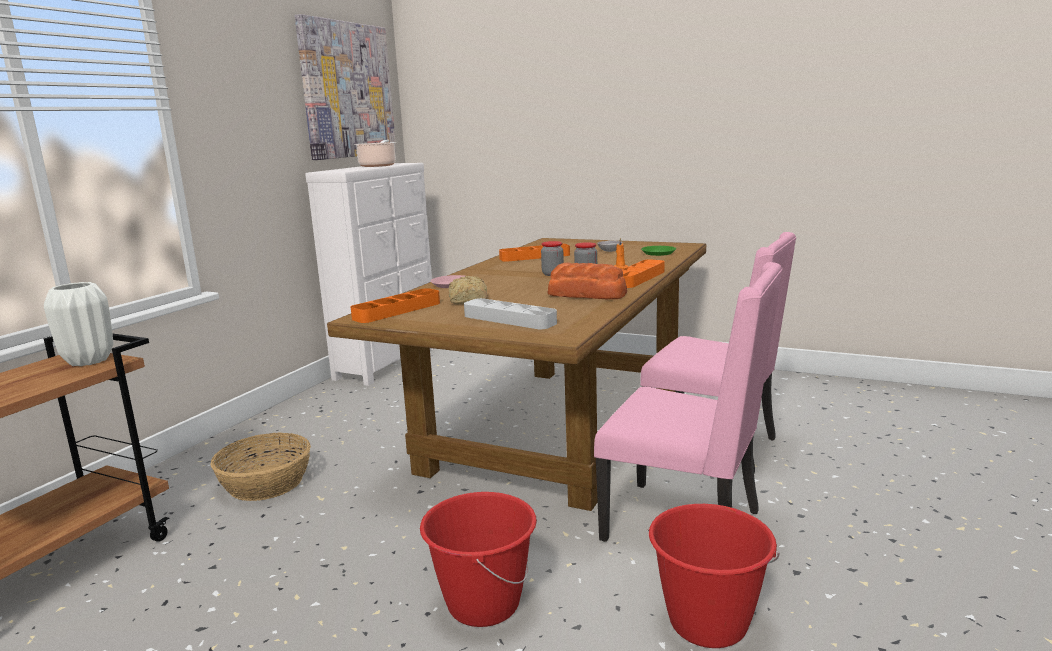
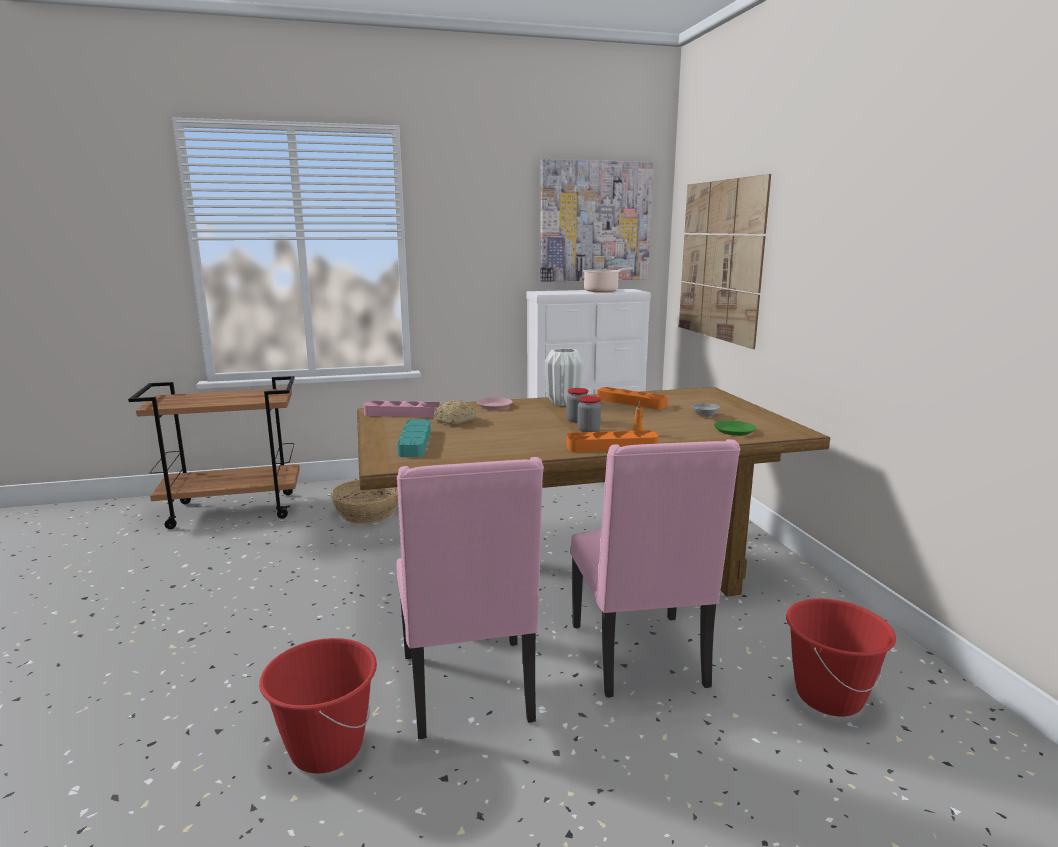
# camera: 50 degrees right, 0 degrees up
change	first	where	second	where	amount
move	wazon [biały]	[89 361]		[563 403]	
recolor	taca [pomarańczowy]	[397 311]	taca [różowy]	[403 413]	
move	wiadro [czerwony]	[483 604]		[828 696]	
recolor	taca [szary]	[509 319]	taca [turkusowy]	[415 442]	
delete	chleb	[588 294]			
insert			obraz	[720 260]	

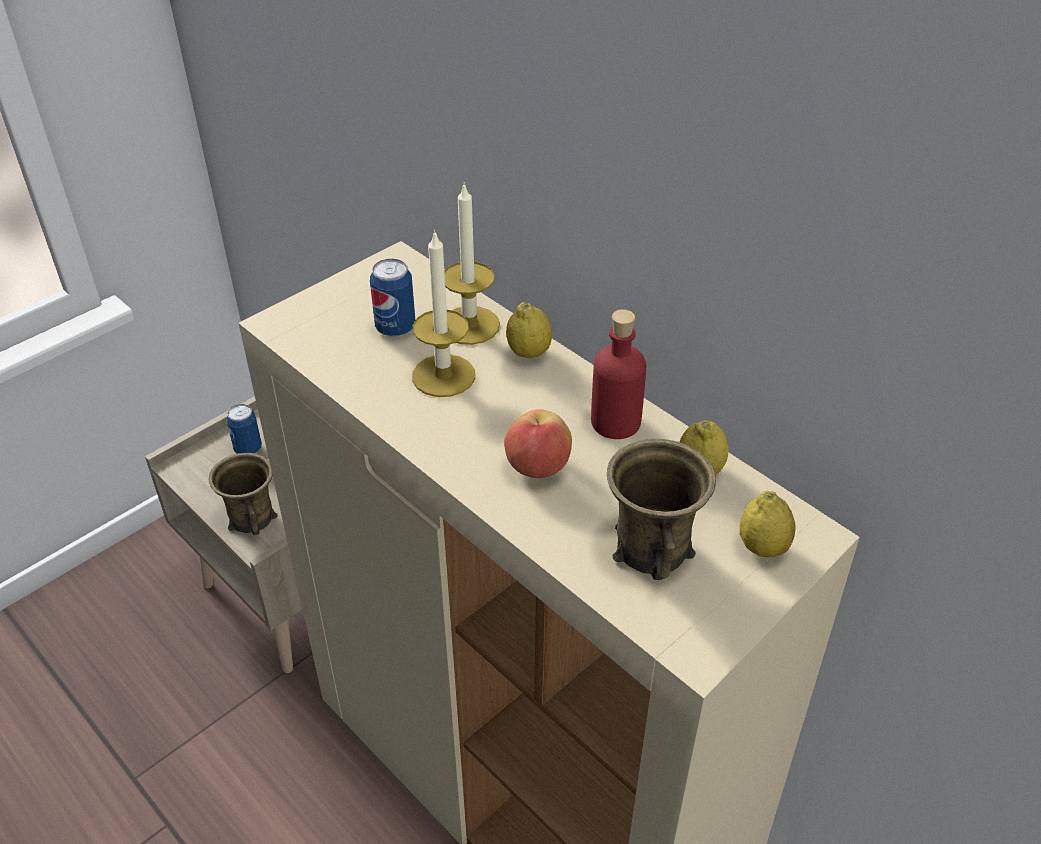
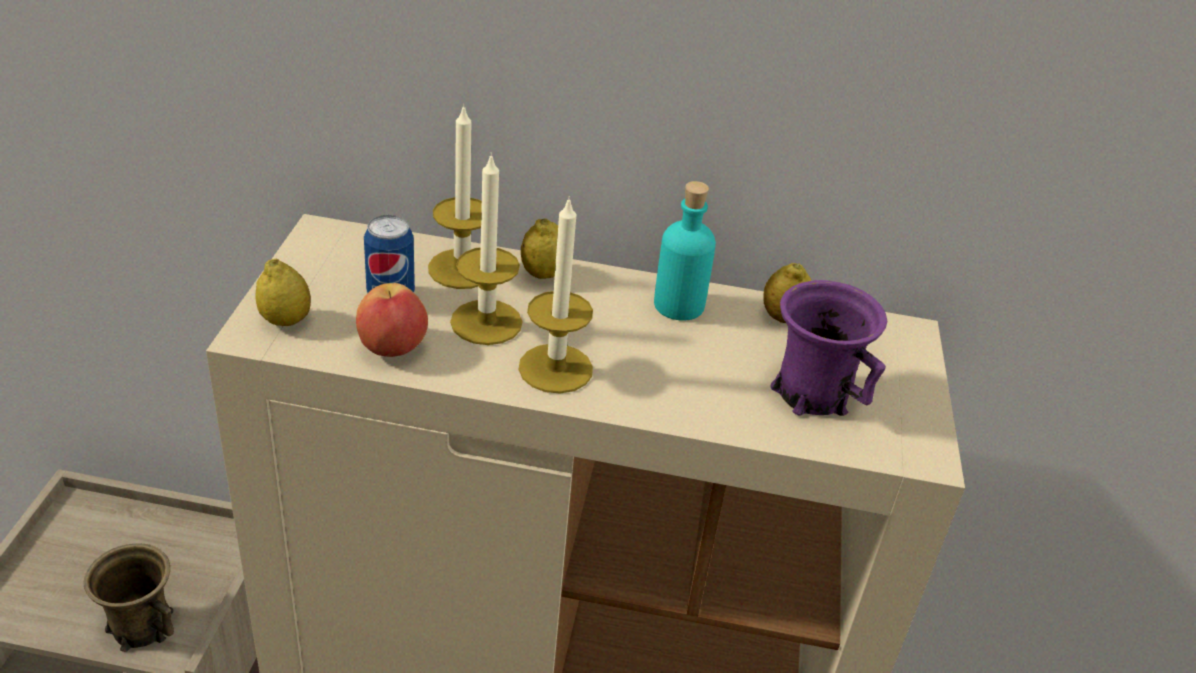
# camera: 40 degrees left, 5 degrees down
change	first	where	second	where	amount
delete	puszka	[248 448]			
move	jabłko	[538 467]		[392 347]	
recolor	butelka [czerwony]	[615 422]	butelka [turkusowy]	[678 305]	
recolor	kubek [brązowy]	[653 548]	kubek [fioletowy]	[813 392]	
move	cytryna	[762 547]		[285 320]	
insert			świeca	[555 368]	

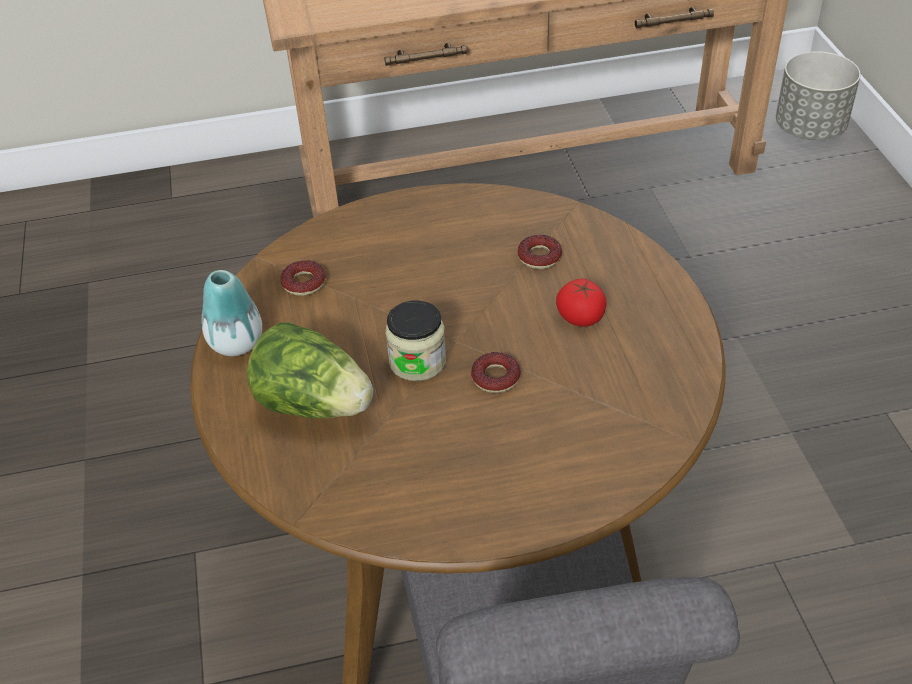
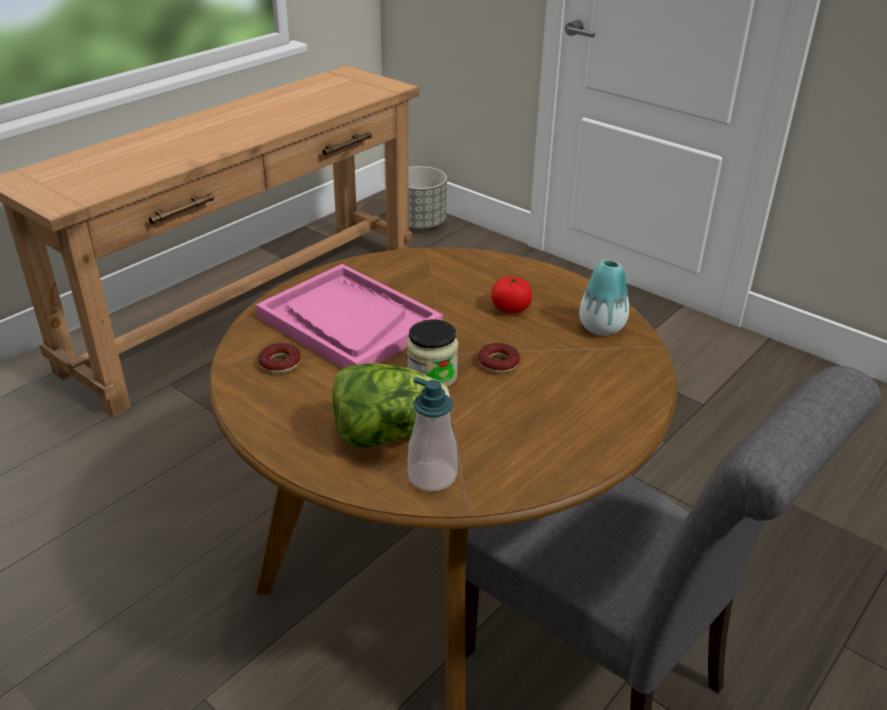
# camera: 40 degrees left, 10 degrees down
change	first	where	second	where	amount
move	wazon	[236 343]		[601 327]	
delete	donut	[539 257]			
insert			taca [różowy]	[348 322]	
insert			dozownik mydła	[432 476]	

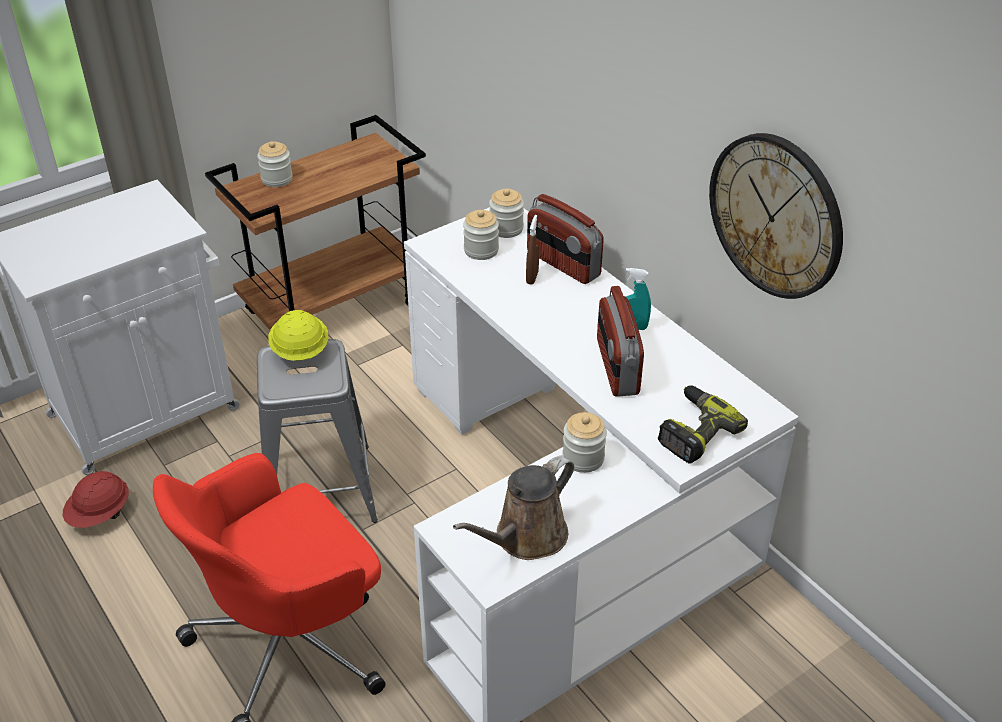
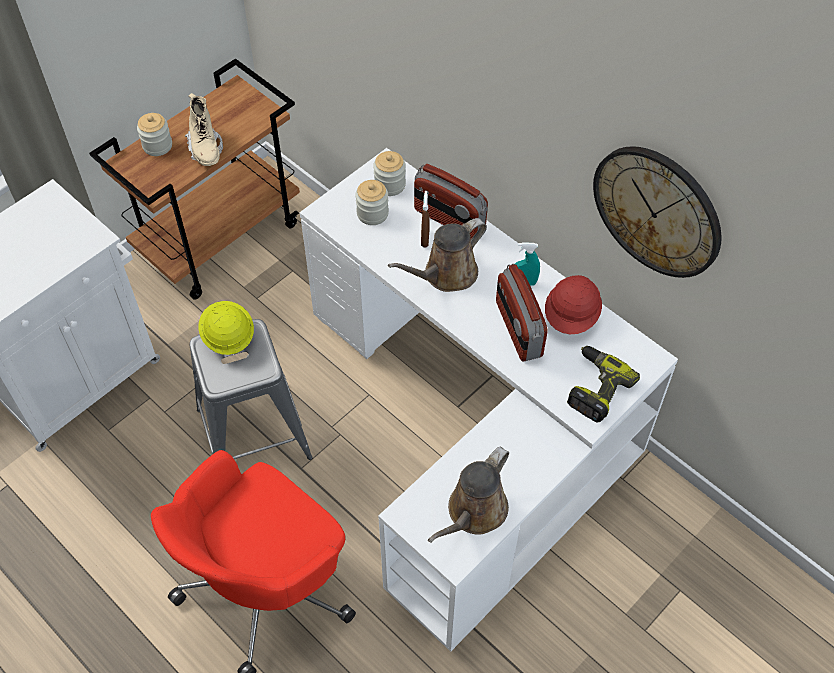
# camera: 10 degrees left, 15 degrees up
change	first	where	second	where	amount
move	kask [czerwony]	[100 514]		[571 317]	
delete	słoik	[583 458]			
insert			but z cholewką [beżowy]	[206 149]	
insert			konewka [brązowy]	[446 274]	

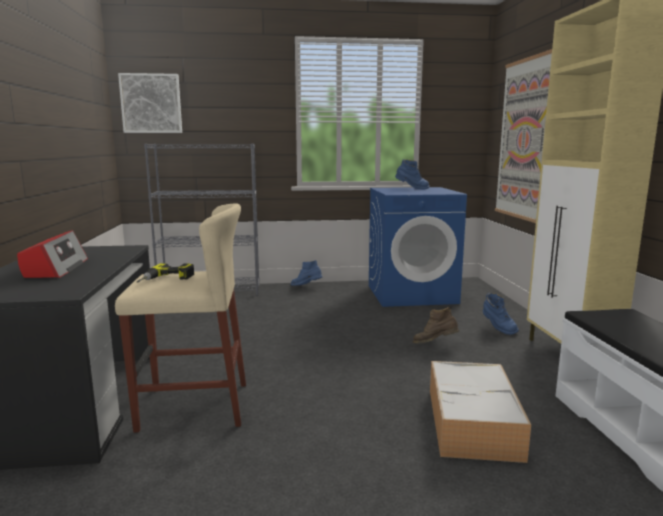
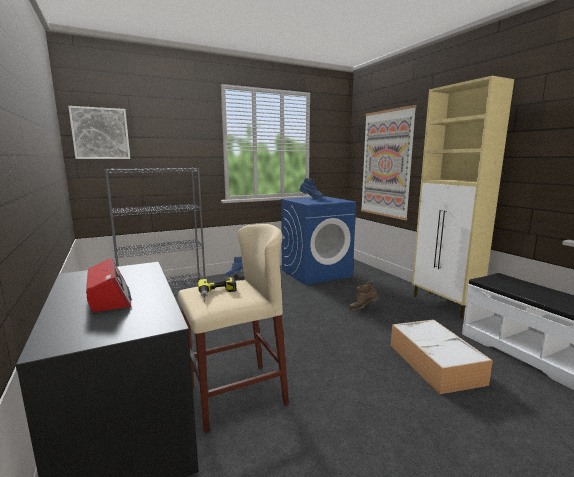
# camera: 20 degrees left, 0 degrees up
change	first	where	second	where	amount
delete	but z cholewką [niebieski]	[498 328]			

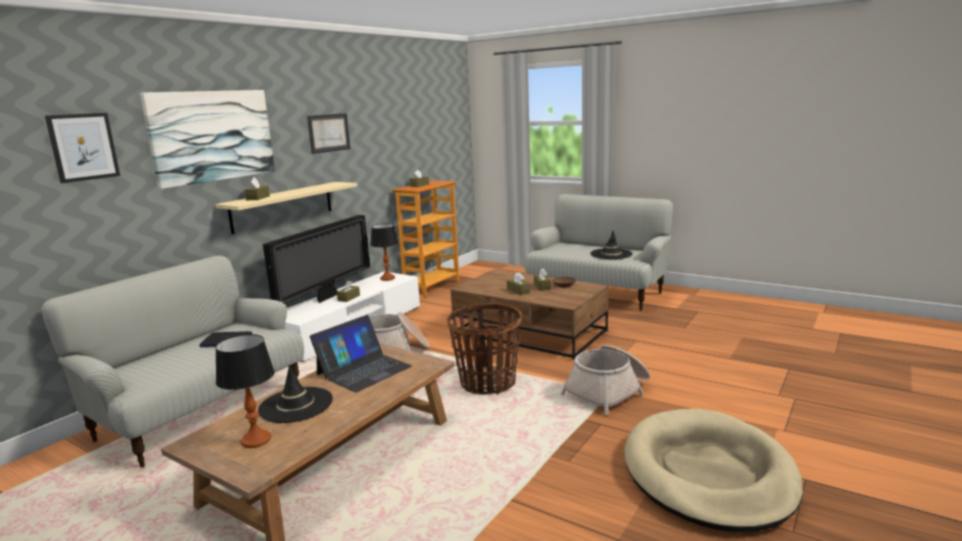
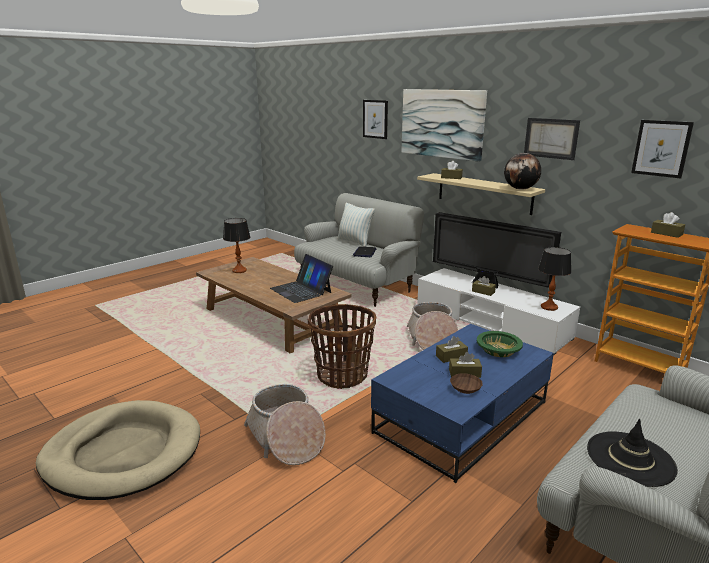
# camera: 100 degrees right, 5 degrees up
change	first	where	second	where	amount
delete	kapelusz [czarny]	[296 405]			
recolor	ława [brązowy]	[531 332]	ława [niebieski]	[462 418]	
insert			poduszka	[355 242]	
insert			miska [zielony]	[498 350]	
insert			globus	[520 189]	
insert			obraz	[661 148]	

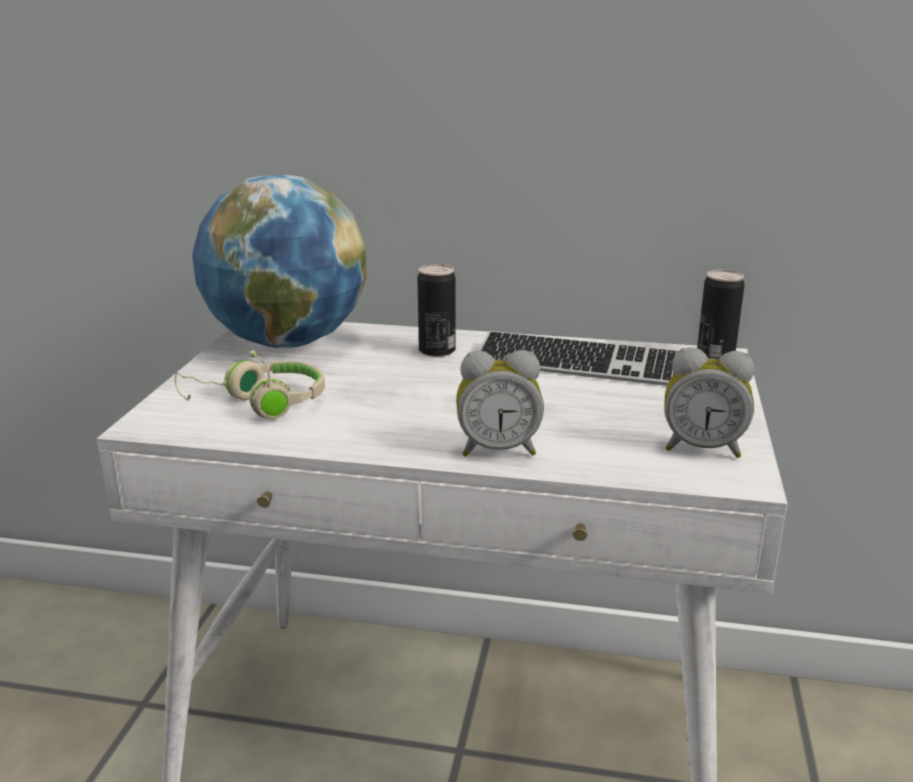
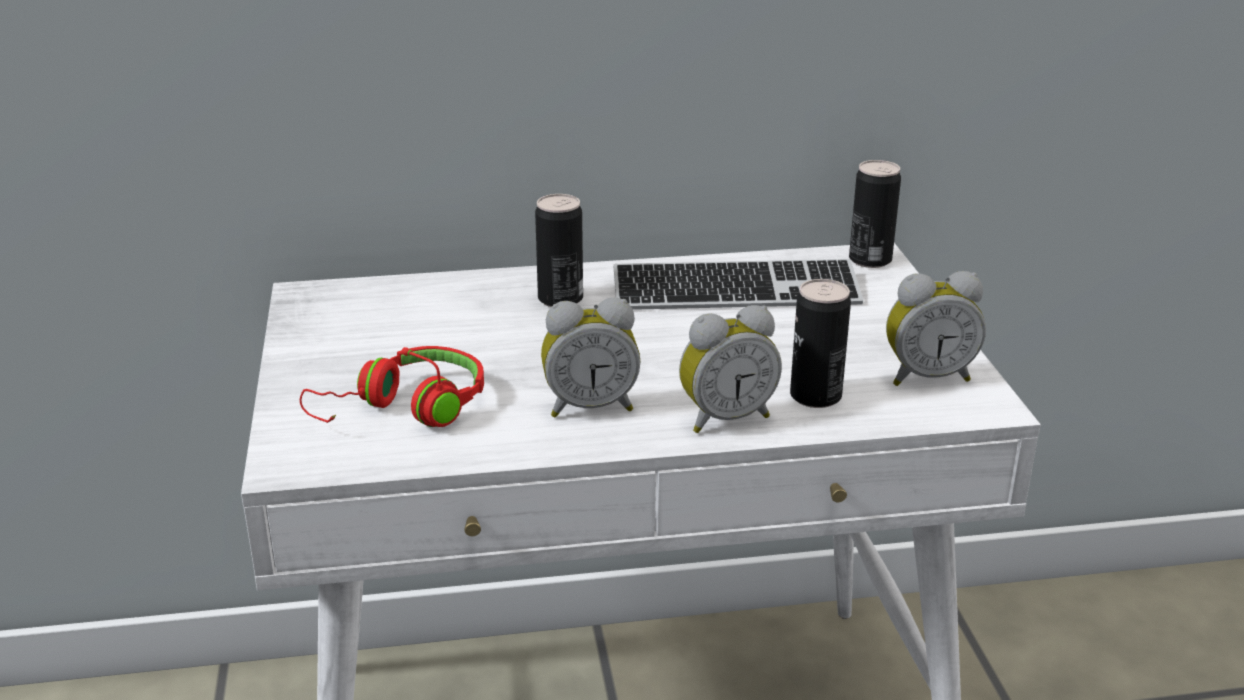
# camera: 20 degrees left, 5 degrees up
change	first	where	second	where	amount
recolor	słuchawki [beżowy]	[258 404]	słuchawki [czerwony]	[406 409]	
delete	globus	[286 342]			
insert			budzik	[590 406]	
insert			puszka	[815 396]	

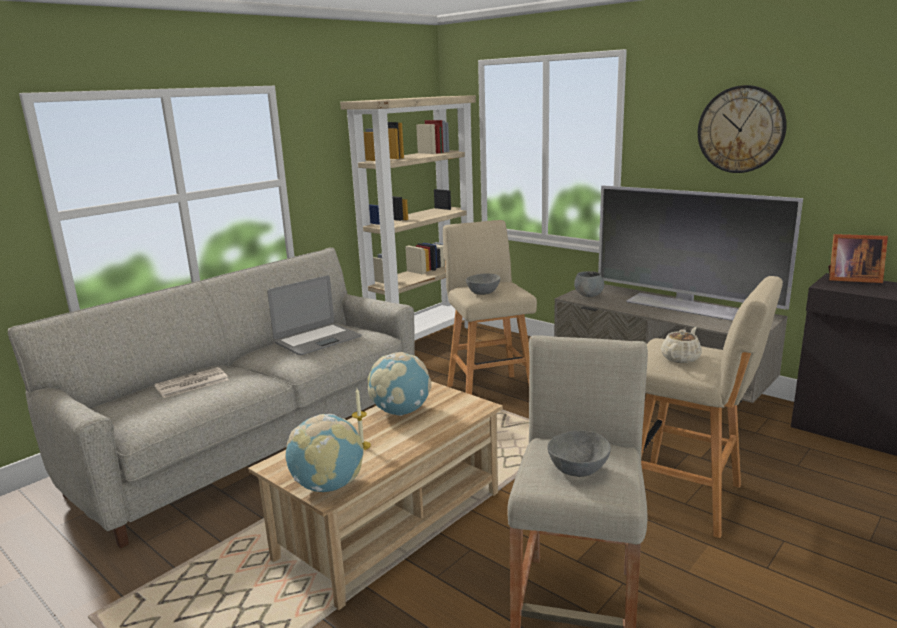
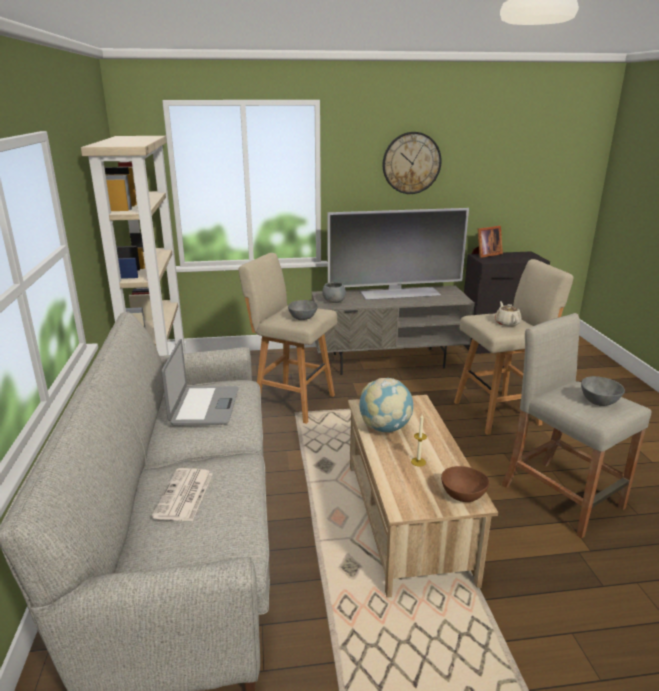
# camera: 50 degrees left, 5 degrees up
change	first	where	second	where	amount
replace	globus	[328 486]	miska [brązowy]	[463 496]	

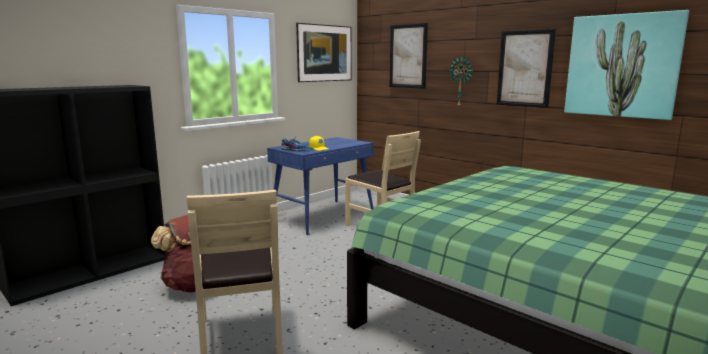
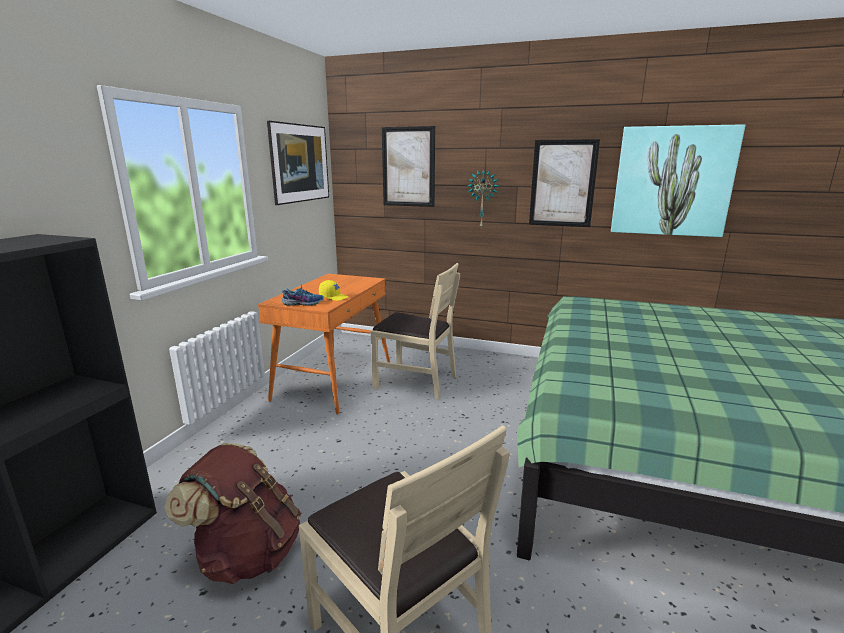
# camera: 25 degrees left, 5 degrees up
change	first	where	second	where	amount
recolor	biurko [niebieski]	[323 216]	biurko [pomarańczowy]	[334 380]	

